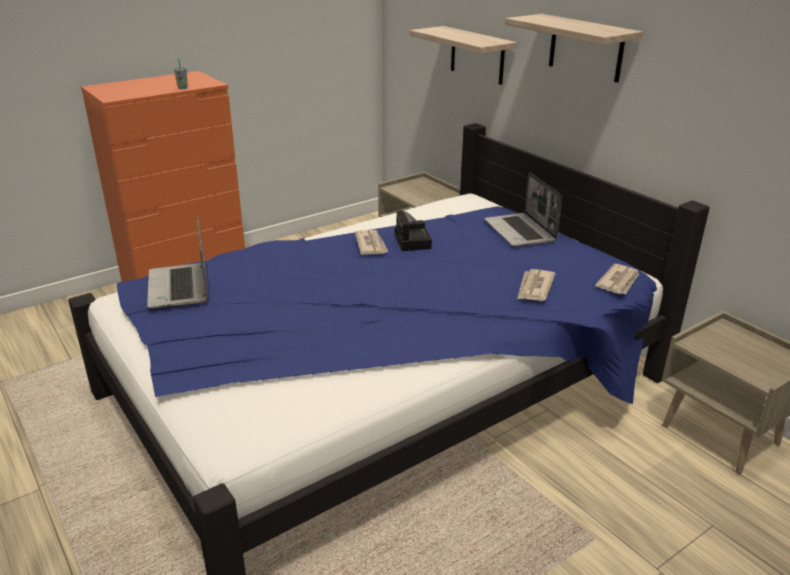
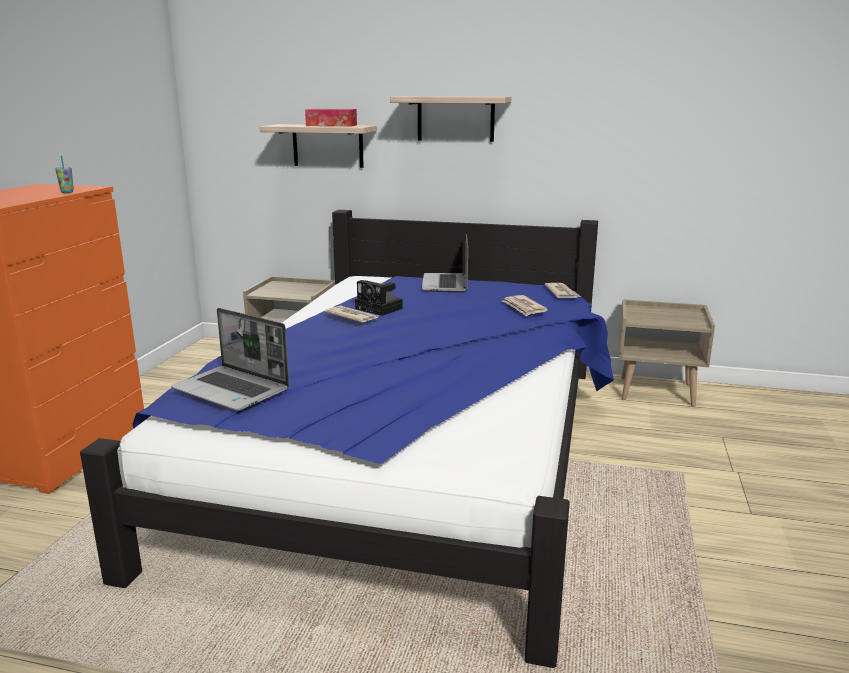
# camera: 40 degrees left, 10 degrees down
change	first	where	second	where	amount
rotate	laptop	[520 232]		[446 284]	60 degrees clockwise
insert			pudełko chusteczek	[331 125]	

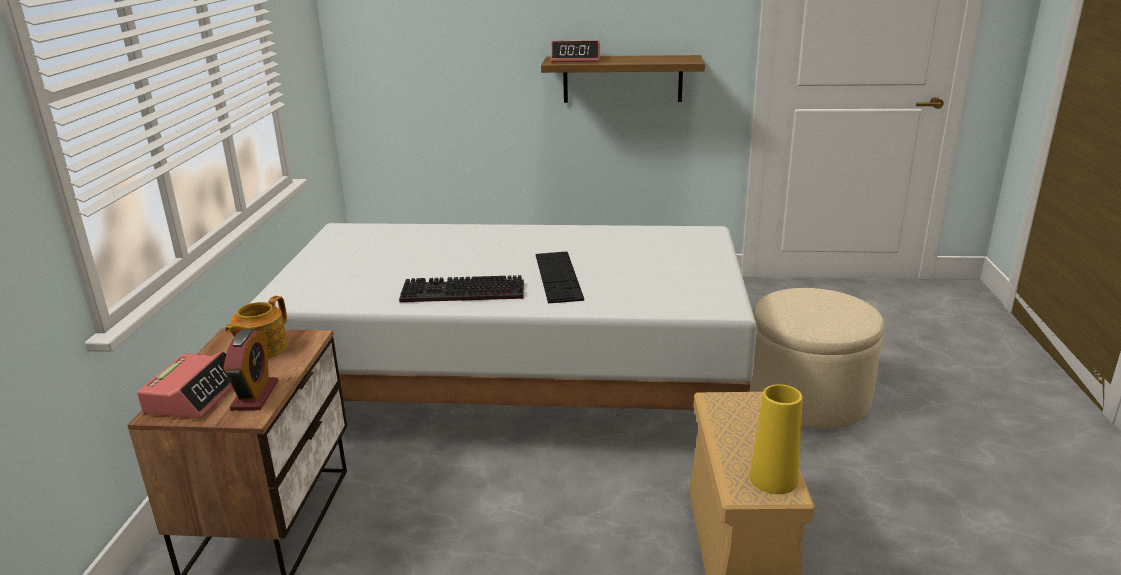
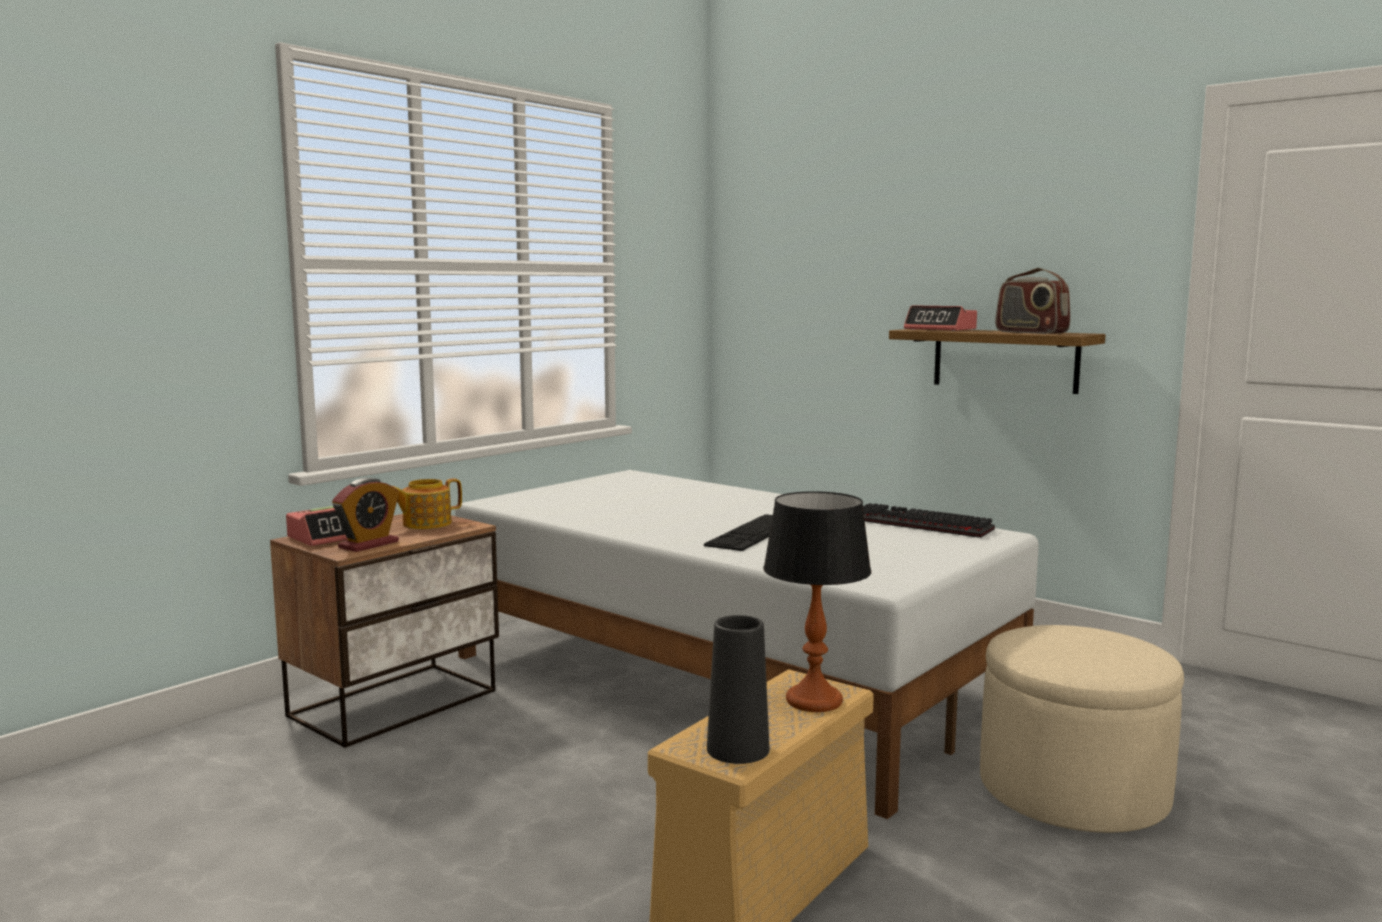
# camera: 35 degrees right, 15 degrees down
change	first	where	second	where	amount
move	klawiatura	[460 294]		[917 525]	
recolor	wazon [żółty]	[773 479]	wazon [czarny]	[738 749]	
insert			lampa stołowa	[813 701]	
insert			radio	[1030 332]	

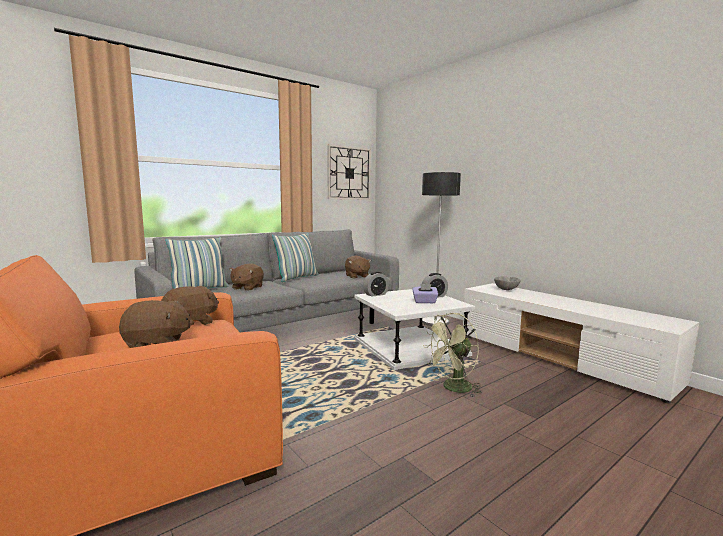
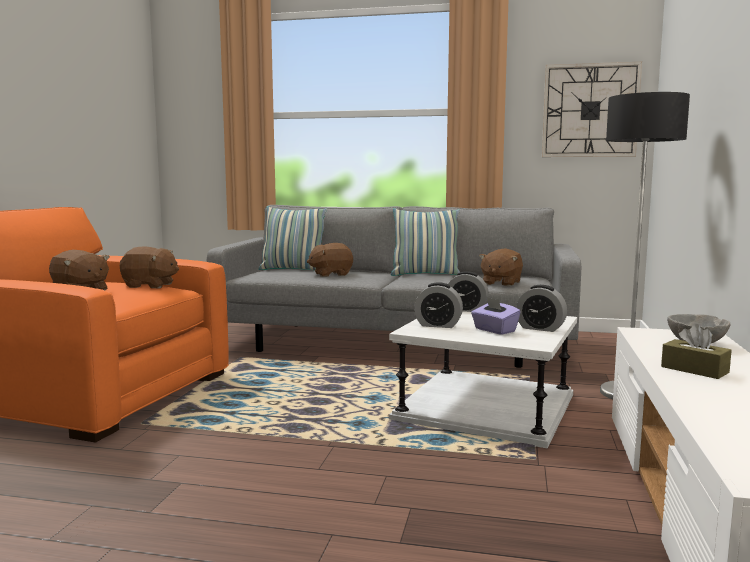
# camera: 50 degrees right, 0 degrees up
change	first	where	second	where	amount
delete	wentylator [zielony]	[453 388]			
insert			budzik	[438 325]	
insert			pudełko chusteczek [brązowy]	[694 370]	

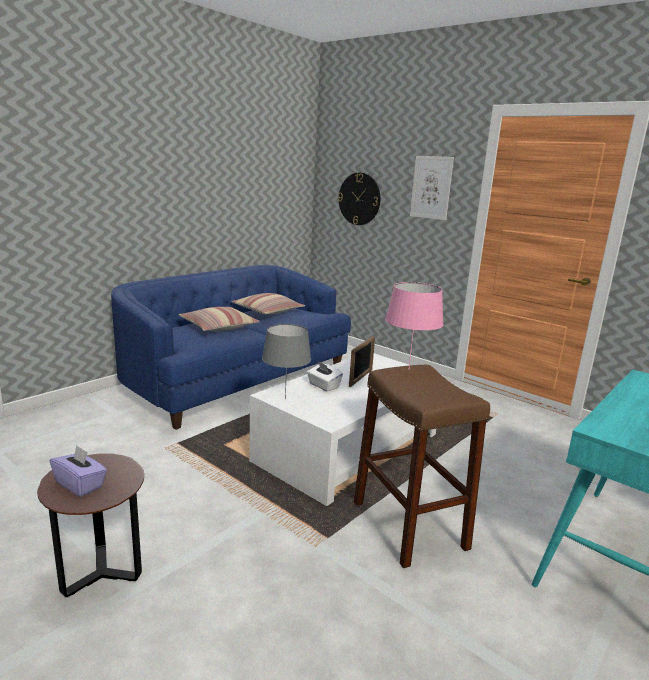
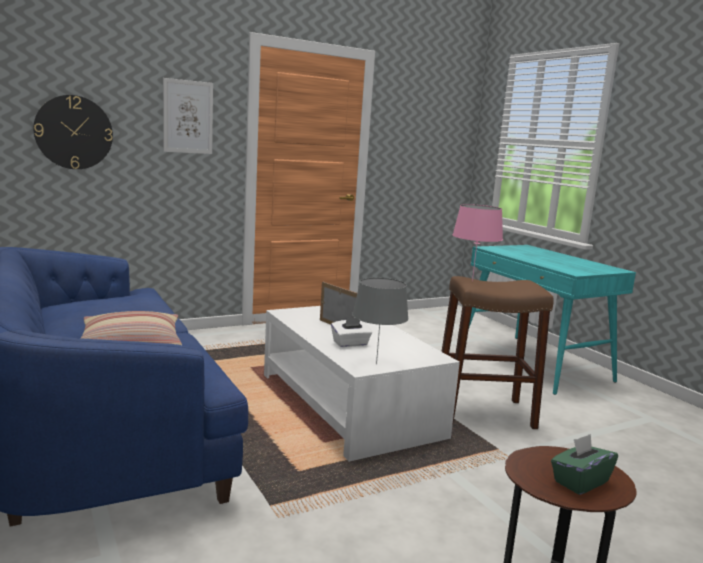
# camera: 70 degrees left, 5 degrees down
change	first	where	second	where	amount
recolor	pudełko chusteczek [fioletowy]	[80 484]	pudełko chusteczek [zielony]	[580 481]	
delete	poduszka	[267 311]			

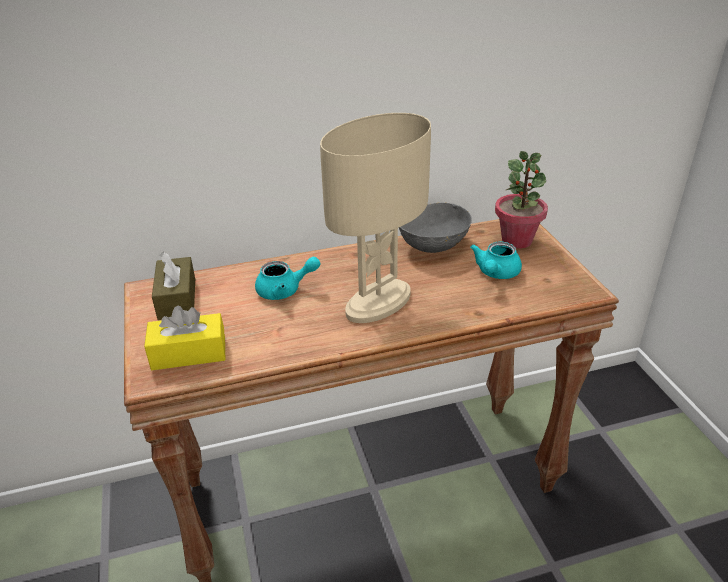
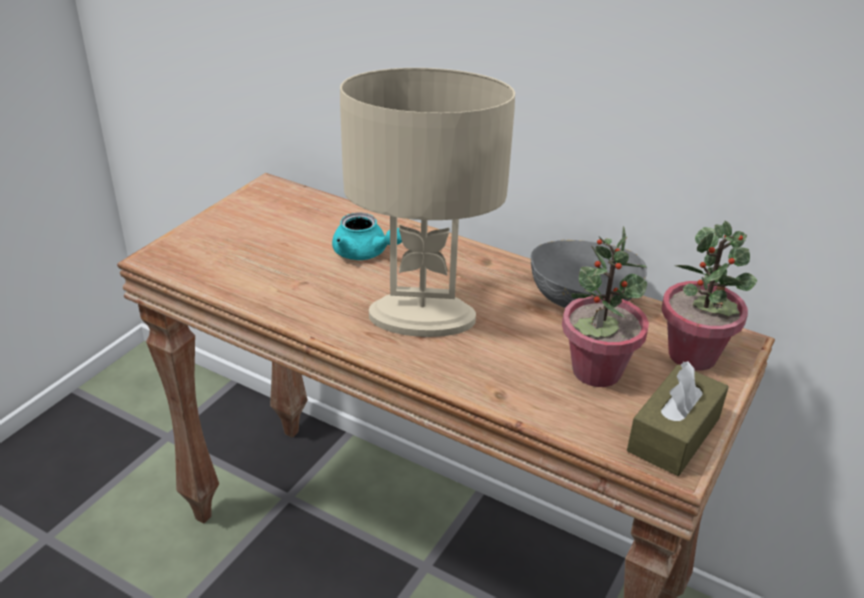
# camera: 45 degrees right, 0 degrees up
change	first	where	second	where	amount
delete	pudełko chusteczek [żółty]	[189 353]			
move	pudełko chusteczek [brązowy]	[177 299]		[673 434]	
replace	imbryk [turkusowy]	[495 273]	roślina doniczkowa	[596 371]	

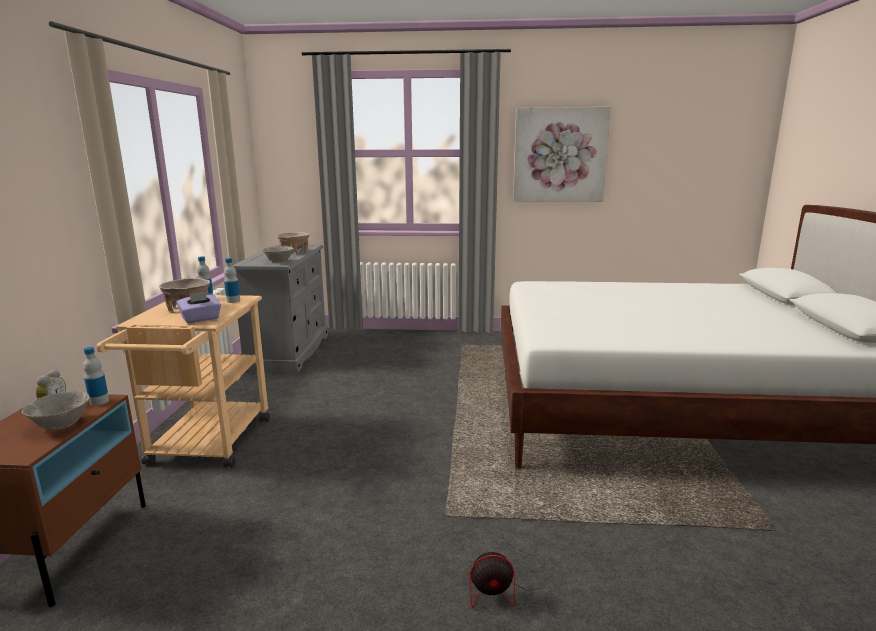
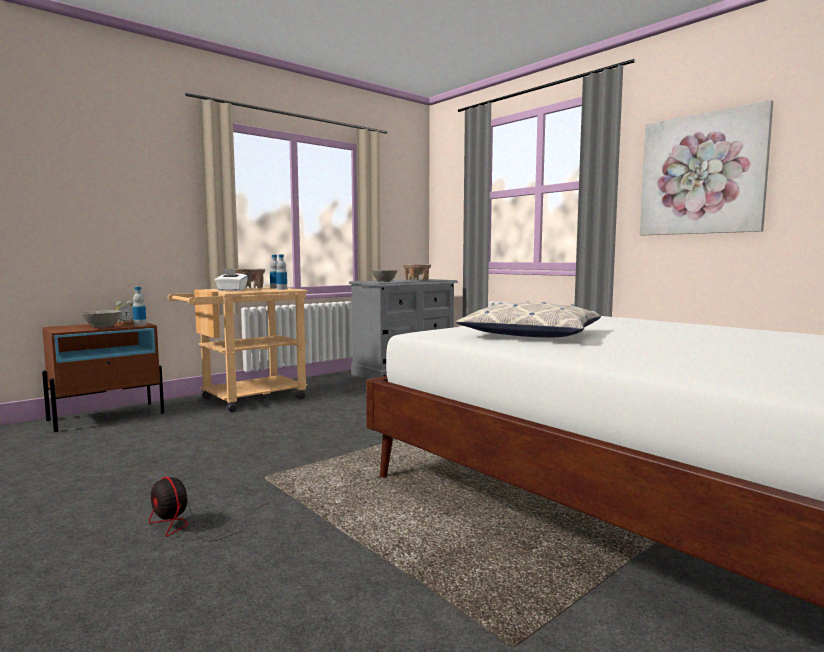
# camera: 45 degrees right, 10 degrees down
change	first	where	second	where	amount
recolor	pudełko chusteczek [fioletowy]	[201 319]	pudełko chusteczek [biały]	[231 290]	
insert			poduszka	[531 334]	

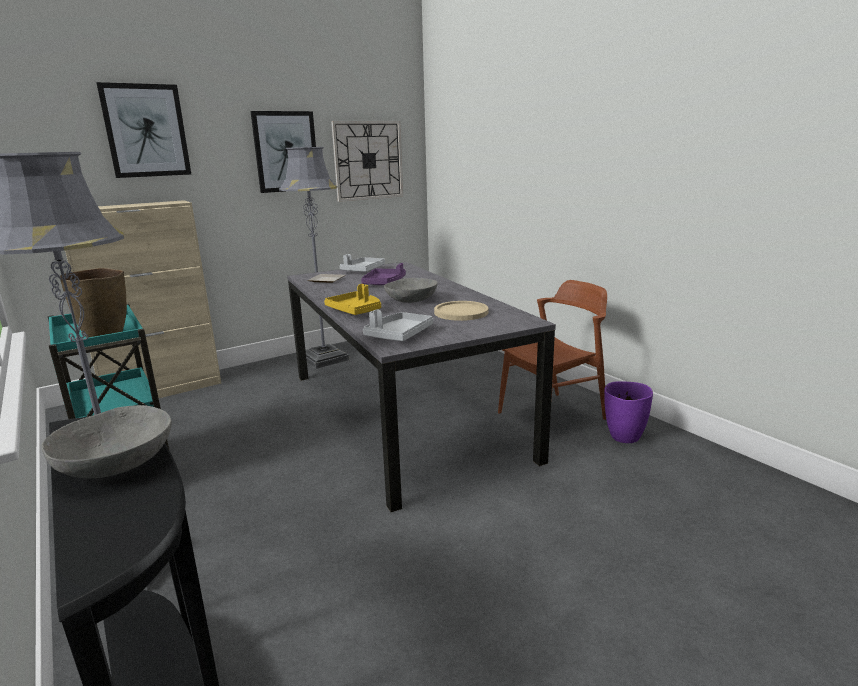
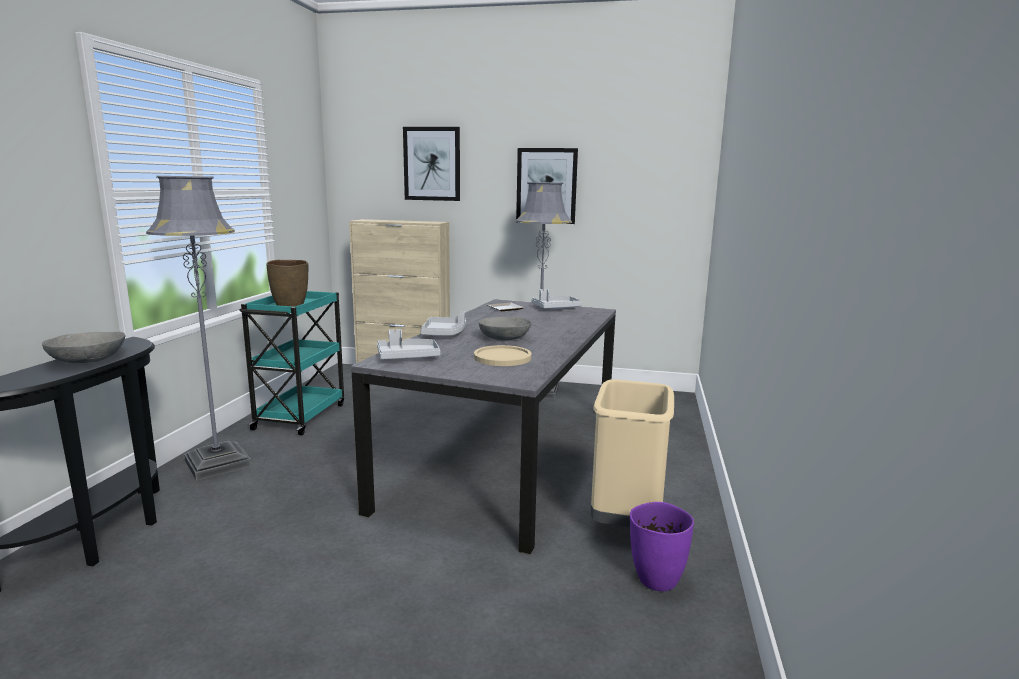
# camera: 45 degrees right, 5 degrees down
change	first	where	second	where	amount
recolor	taca [żółty]	[355 310]	taca [szary]	[444 334]	
delete	zegar ścienny	[368 160]			
delete	taca [fioletowy]	[384 283]			
replace	krzesło [brązowy]	[552 415]	kosz na śmieci [beżowy]	[626 521]	

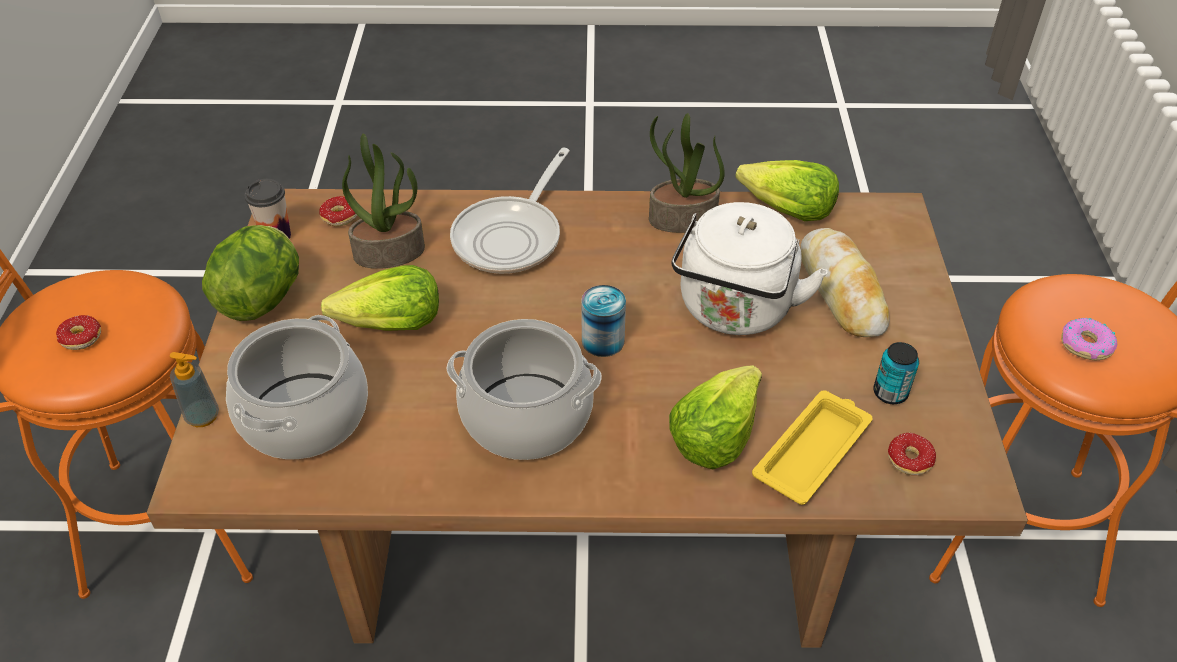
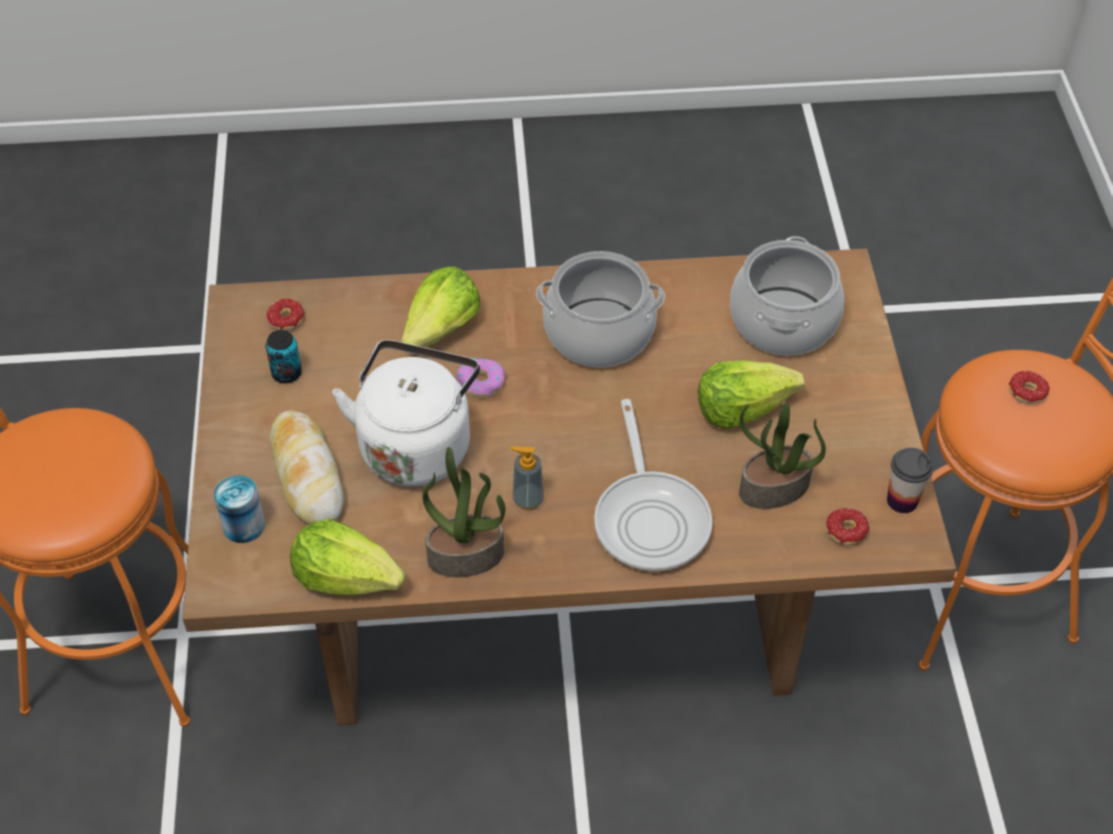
# camera: 175 degrees right, 5 degrees up
change	first	where	second	where	amount
move	dozownik mydła	[203 416]		[528 499]	
delete	sałata	[263 298]			
rotate	patelnia	[512 236]		[650 518]	150 degrees clockwise
move	puszka	[603 341]		[244 525]	
delete	taca [żółty]	[813 451]			
move	donut	[1085 345]		[481 382]	

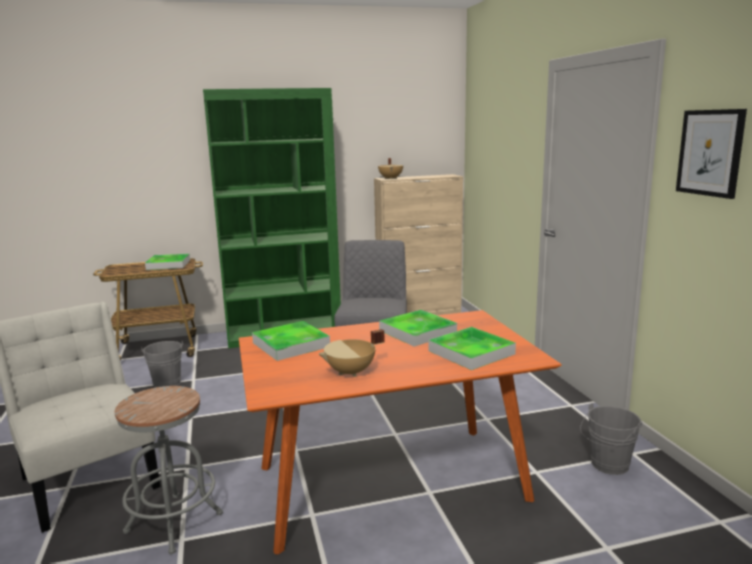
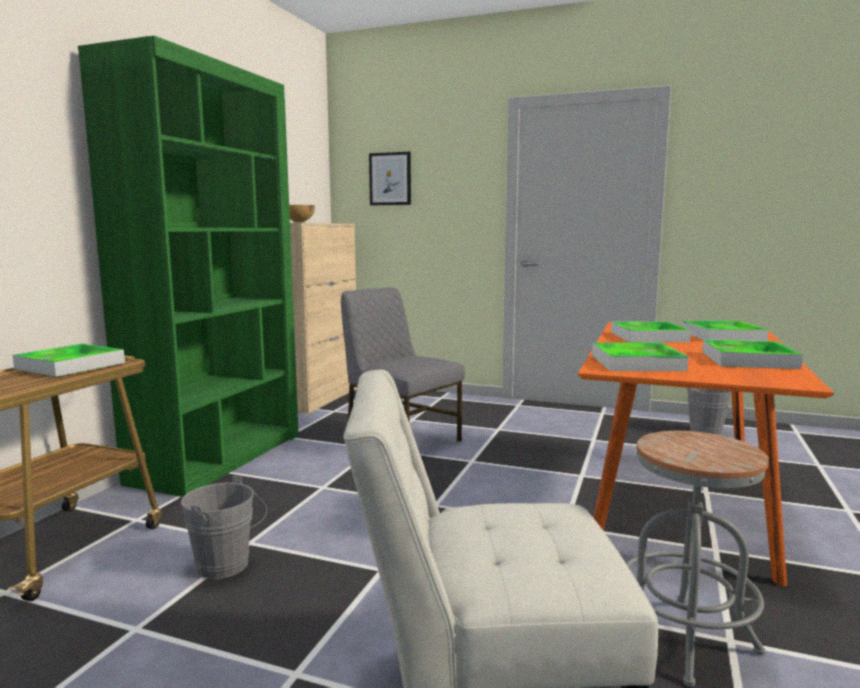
# camera: 55 degrees left, 5 degrees down
change	first	where	second	where	amount
replace	garnek [beżowy]	[351 372]	taca	[748 360]	
move	obraz	[710 152]		[390 179]	

